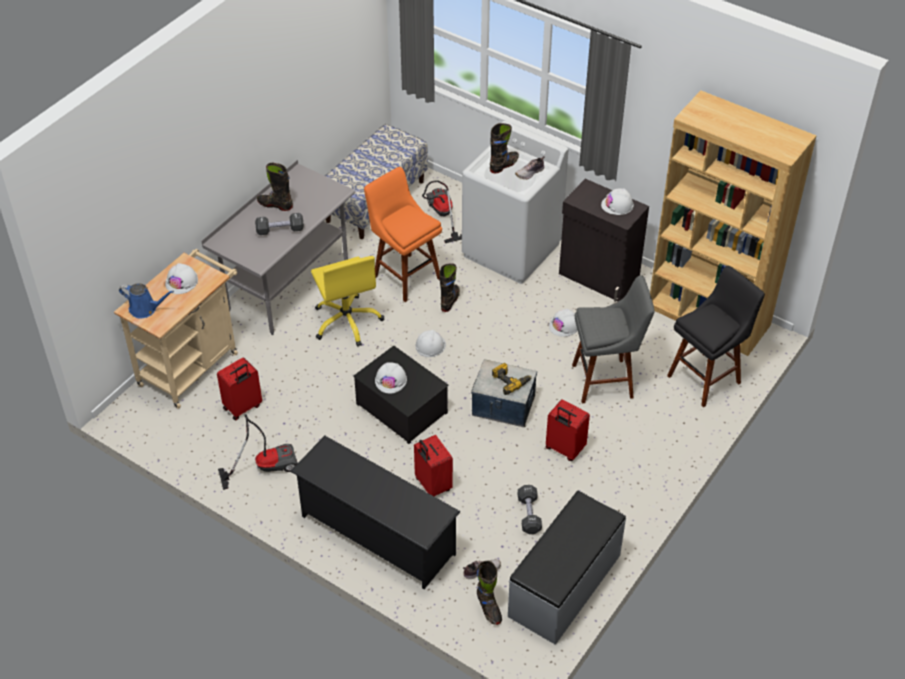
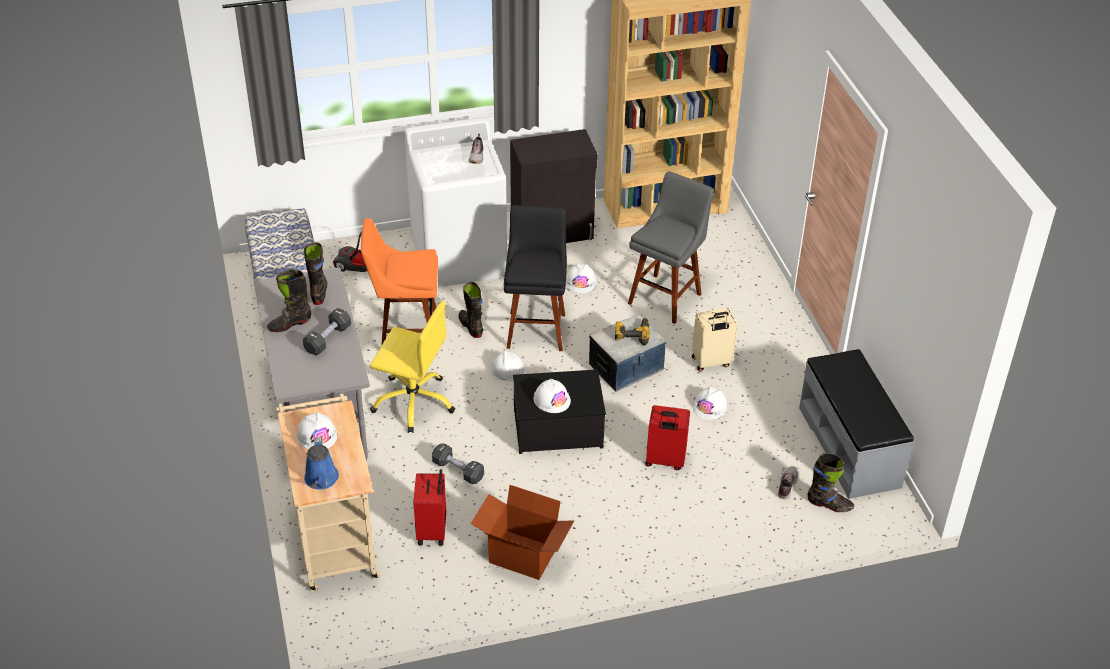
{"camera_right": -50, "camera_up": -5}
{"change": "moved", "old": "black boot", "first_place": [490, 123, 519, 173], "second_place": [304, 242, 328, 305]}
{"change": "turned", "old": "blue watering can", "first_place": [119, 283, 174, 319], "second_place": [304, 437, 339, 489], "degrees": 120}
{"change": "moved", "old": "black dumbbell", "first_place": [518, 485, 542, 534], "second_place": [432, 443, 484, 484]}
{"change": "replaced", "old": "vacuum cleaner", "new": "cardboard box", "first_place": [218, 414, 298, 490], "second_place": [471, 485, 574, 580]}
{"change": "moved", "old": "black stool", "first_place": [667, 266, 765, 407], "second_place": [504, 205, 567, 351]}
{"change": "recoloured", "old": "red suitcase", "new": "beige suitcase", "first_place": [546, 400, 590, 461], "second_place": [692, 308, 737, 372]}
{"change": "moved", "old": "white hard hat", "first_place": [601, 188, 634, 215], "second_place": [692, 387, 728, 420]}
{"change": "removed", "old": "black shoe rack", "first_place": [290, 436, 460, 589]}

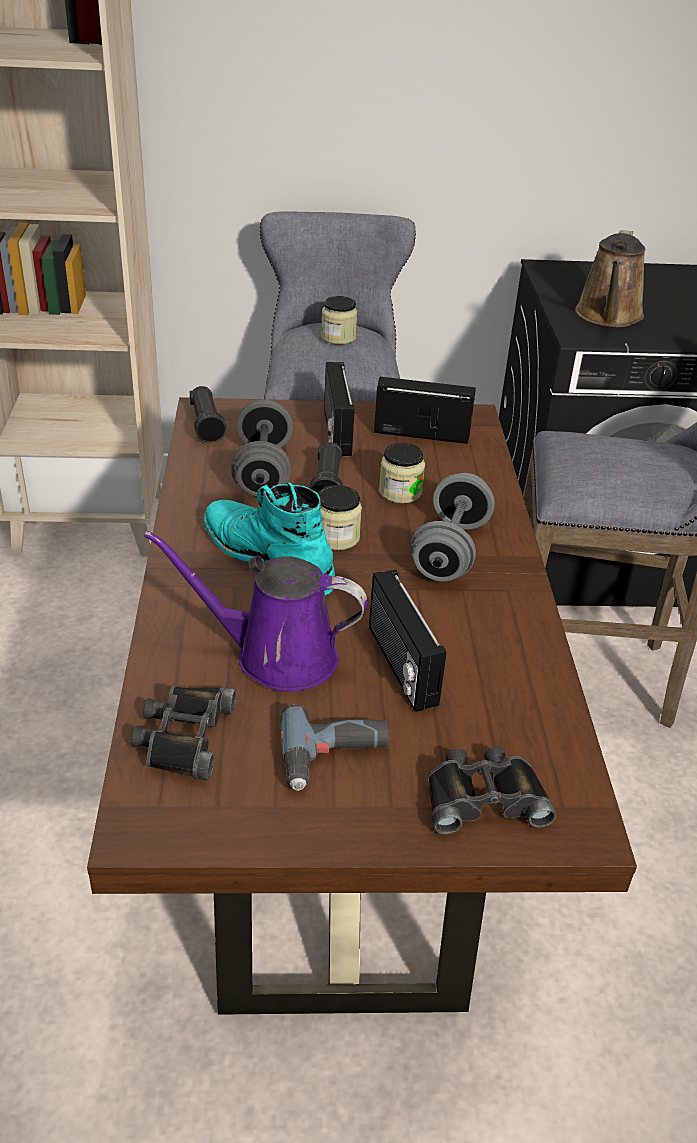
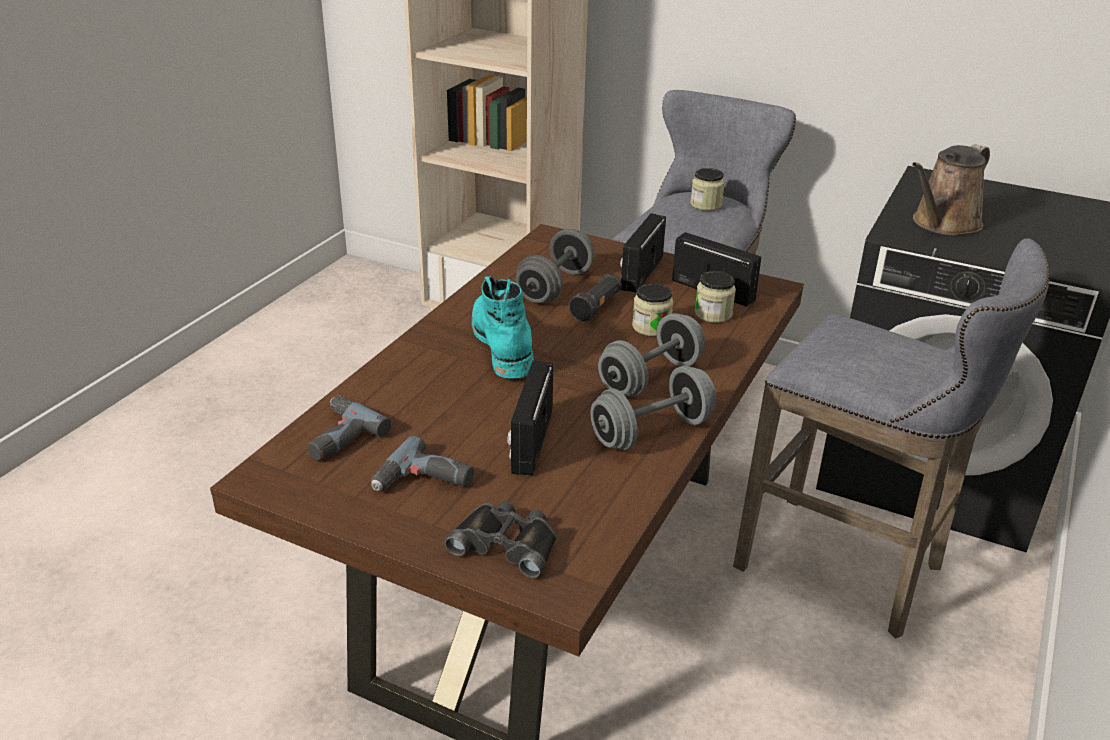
{"camera_right": 30, "camera_up": -5}
{"change": "replaced", "old": "black binoculars", "new": "power drill", "first_place": [131, 686, 237, 781], "second_place": [308, 395, 392, 461]}
{"change": "added", "new": "grey dumbbell", "second_place": [590, 366, 717, 450]}
{"change": "moved", "old": "jar", "first_place": [318, 485, 362, 550], "second_place": [695, 271, 736, 323]}
{"change": "removed", "old": "purple watering can", "first_place": [144, 531, 368, 692]}
{"change": "removed", "old": "black flashlight", "first_place": [189, 386, 226, 443]}

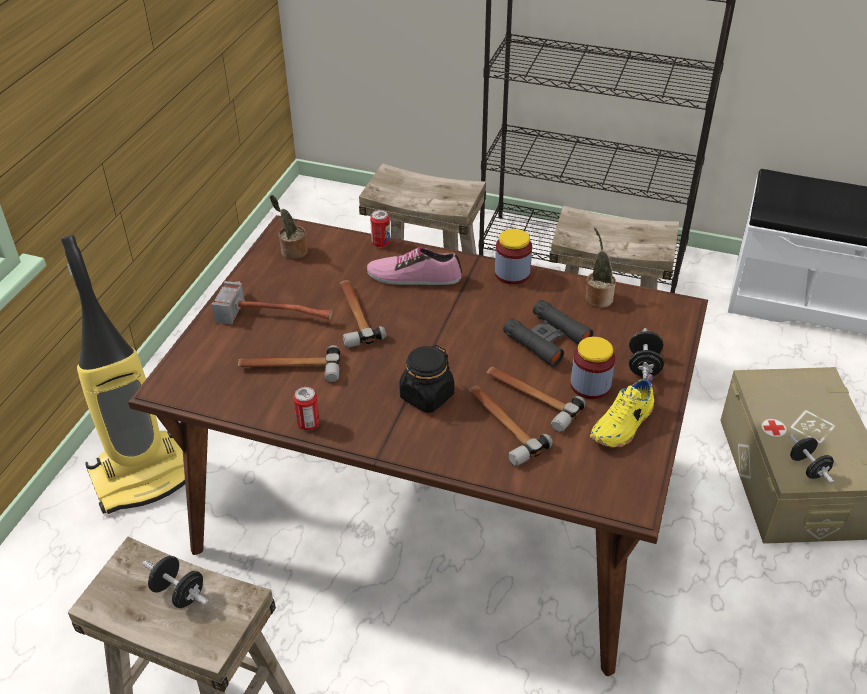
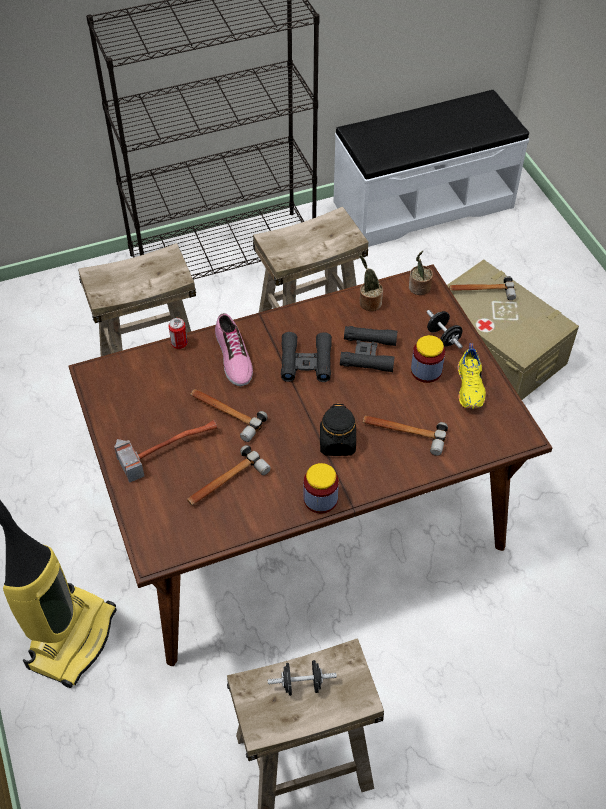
{"camera_right": -40, "camera_up": 10}
{"change": "turned", "old": "shoe", "first_place": [367, 247, 462, 285], "second_place": [215, 313, 253, 386], "degrees": -75}
{"change": "added", "new": "black binoculars", "second_place": [281, 332, 332, 382]}
{"change": "moved", "old": "jar", "first_place": [495, 229, 532, 285], "second_place": [304, 463, 339, 514]}
{"change": "moved", "old": "potted plant", "first_place": [270, 195, 308, 260], "second_place": [409, 250, 433, 295]}
{"change": "moved", "old": "hammer", "first_place": [487, 367, 586, 432], "second_place": [449, 276, 516, 300]}
{"change": "removed", "old": "can", "first_place": [294, 387, 320, 430]}
{"change": "removed", "old": "black dumbbell", "first_place": [789, 434, 834, 483]}

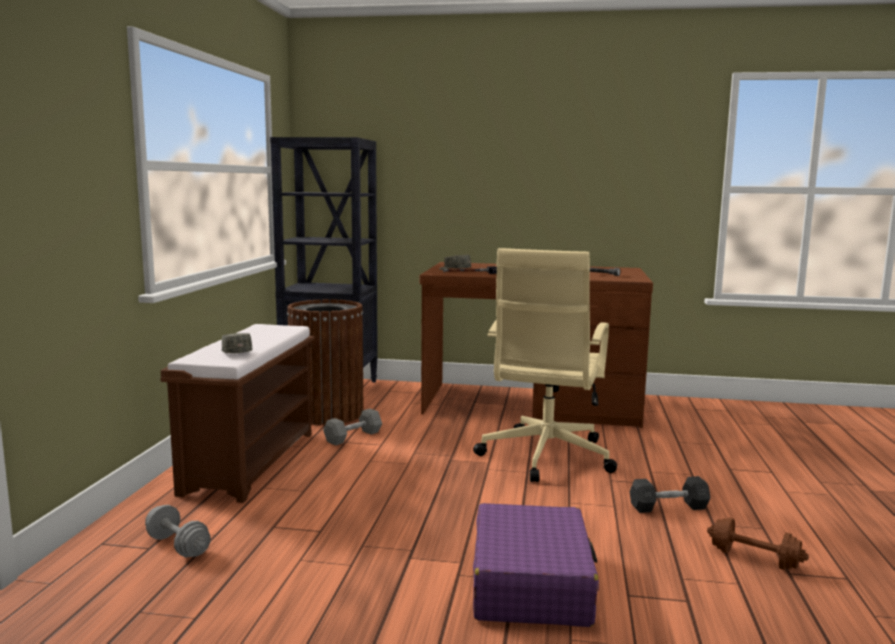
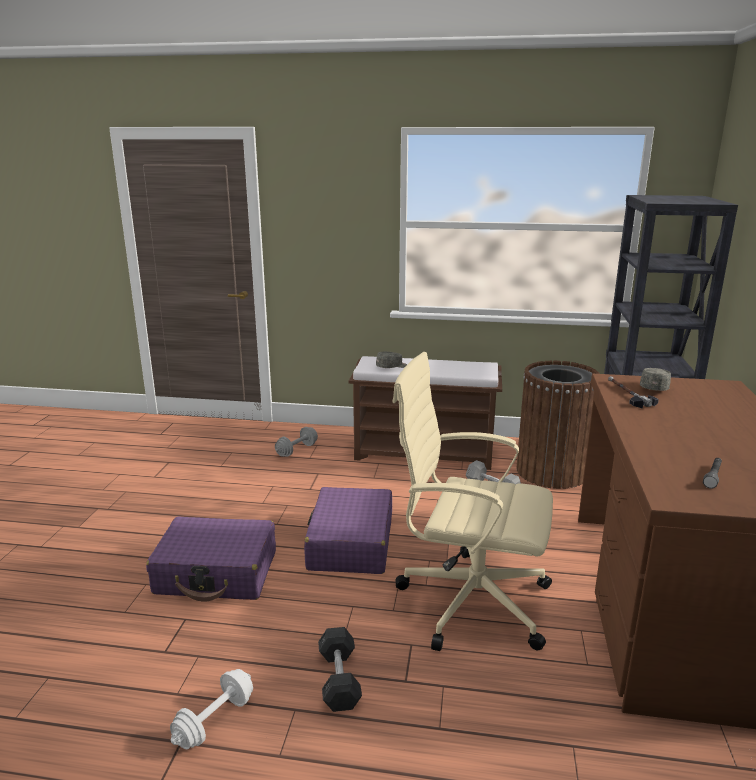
{"camera_right": 90, "camera_up": 10}
{"change": "recoloured", "old": "brown dumbbell", "new": "white dumbbell", "first_place": [707, 518, 809, 570], "second_place": [170, 669, 253, 749]}
{"change": "added", "new": "purple suitcase", "second_place": [304, 487, 392, 574]}

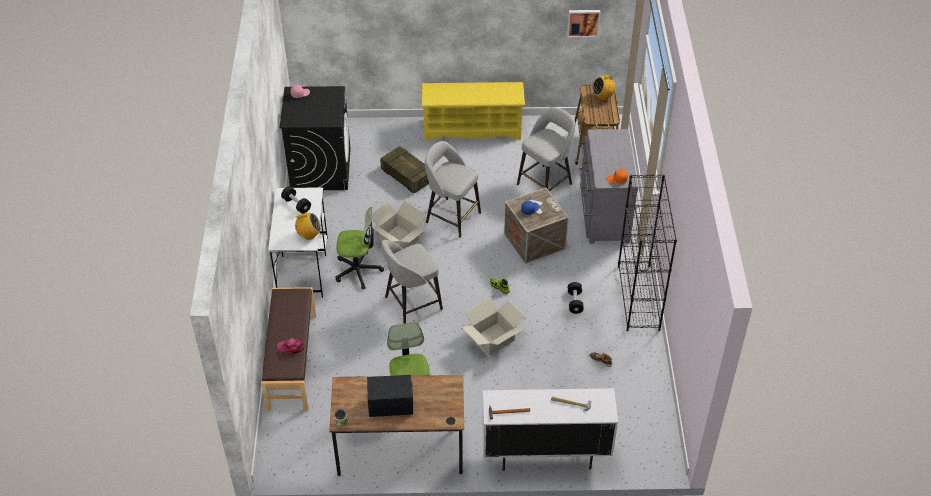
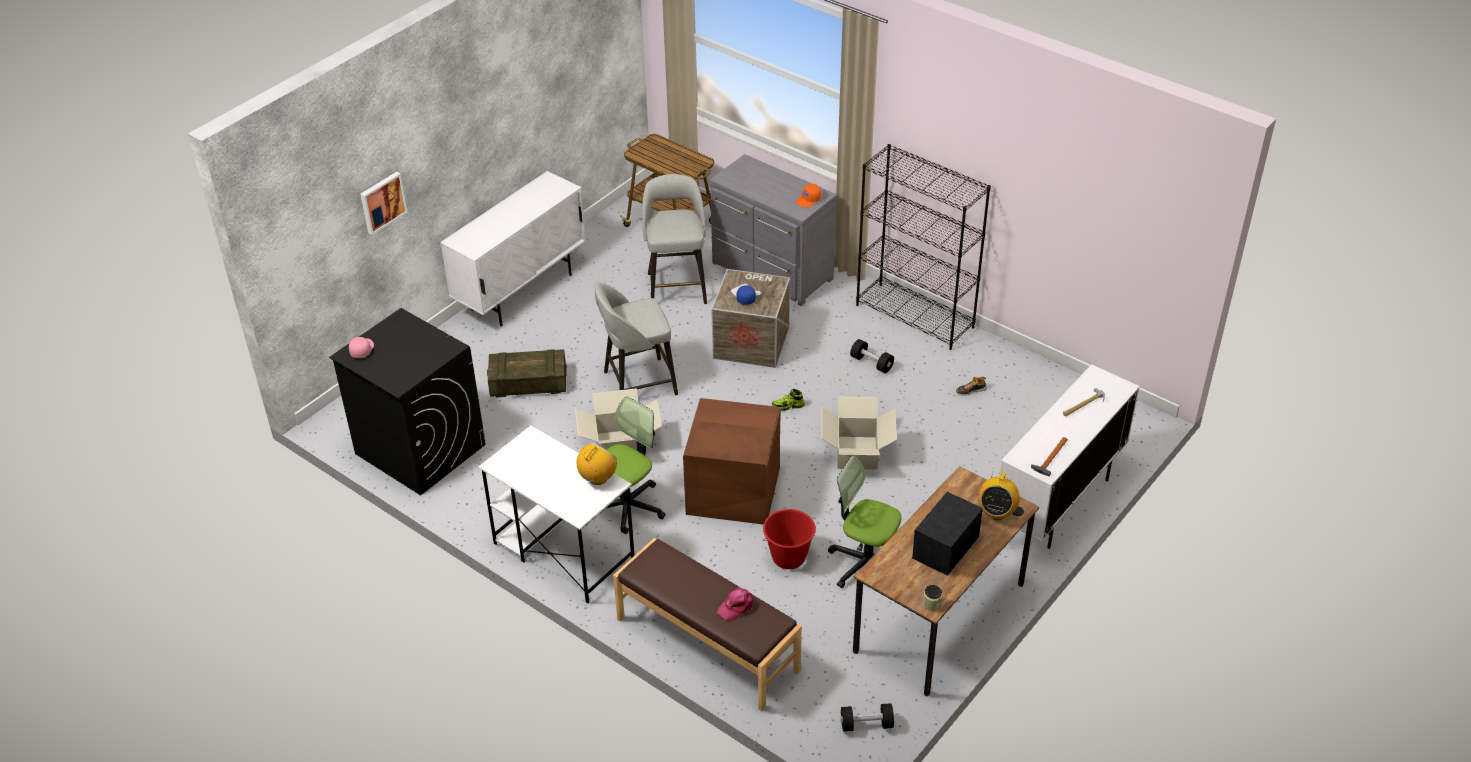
{"camera_right": -50, "camera_up": -5}
{"change": "moved", "old": "picture", "first_place": [567, 10, 601, 37], "second_place": [360, 172, 408, 235]}
{"change": "replaced", "old": "yellow shoe rack", "new": "white cabinet", "first_place": [421, 82, 525, 141], "second_place": [440, 171, 586, 327]}
{"change": "replaced", "old": "grey stool", "new": "brown storage box", "first_place": [381, 240, 443, 324], "second_place": [683, 398, 781, 525]}
{"change": "added", "new": "red bucket", "second_place": [763, 509, 816, 569]}
{"change": "moved", "old": "black dumbbell", "first_place": [281, 186, 311, 214], "second_place": [841, 703, 894, 732]}
{"change": "moved", "old": "radio", "first_place": [592, 75, 616, 101], "second_place": [978, 472, 1020, 520]}

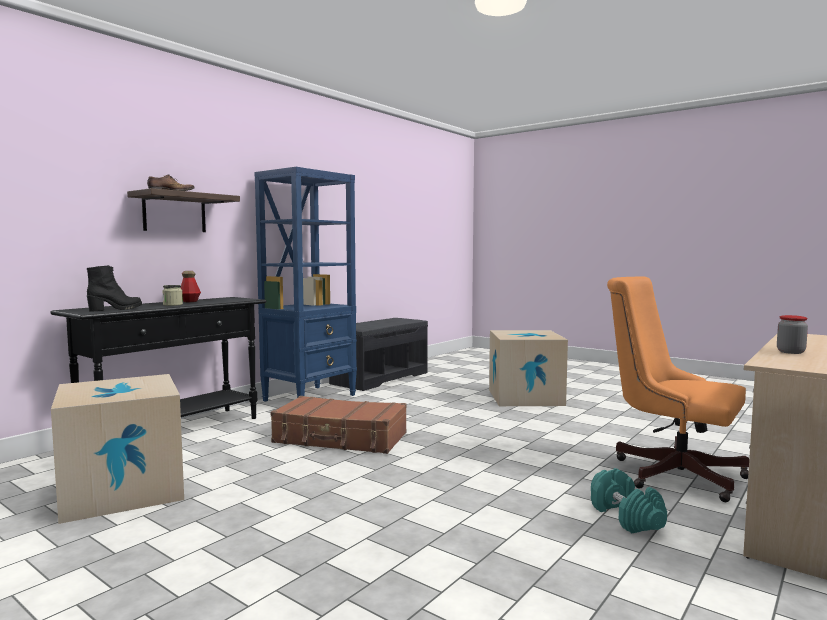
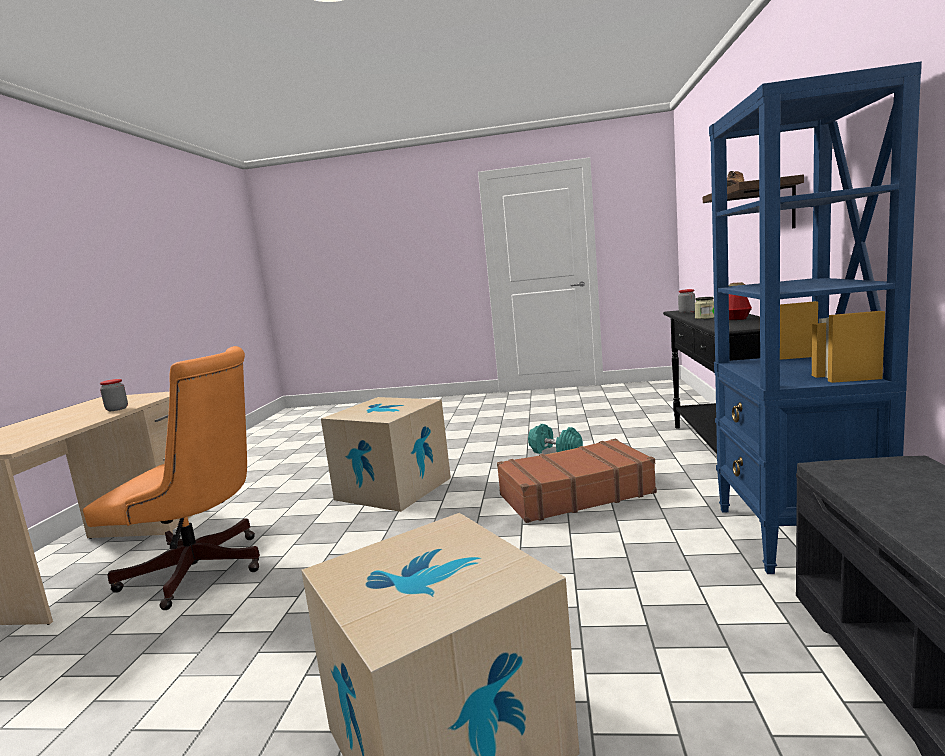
{"camera_right": 150, "camera_up": 5}
{"change": "moved", "old": "cardboard box", "first_place": [51, 374, 184, 524], "second_place": [321, 397, 451, 512]}
{"change": "moved", "old": "turquoise dumbbell", "first_place": [591, 468, 667, 533], "second_place": [528, 424, 583, 454]}
{"change": "replaced", "old": "black boot", "new": "jar", "first_place": [87, 265, 142, 311], "second_place": [678, 289, 695, 314]}

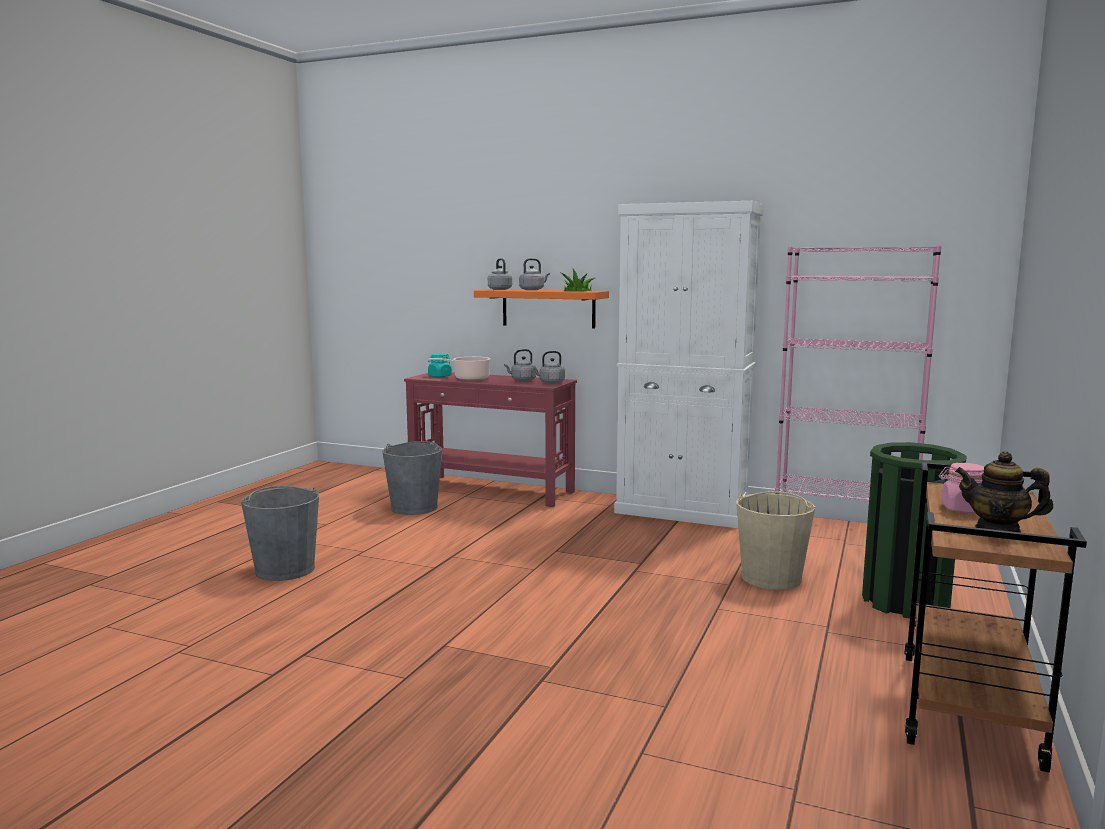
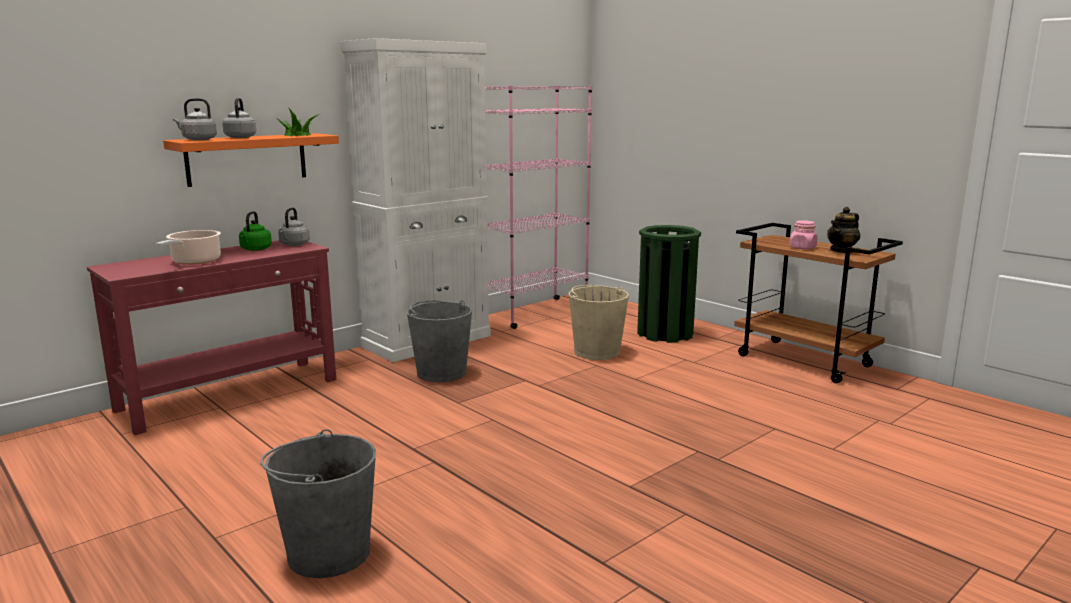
{"camera_right": -65, "camera_up": 5}
{"change": "recoloured", "old": "grey kettle", "new": "green kettle", "first_place": [504, 349, 536, 381], "second_place": [239, 211, 272, 251]}
{"change": "moved", "old": "grey bucket", "first_place": [382, 441, 442, 515], "second_place": [407, 300, 472, 382]}
{"change": "removed", "old": "turquoise jar", "first_place": [428, 353, 452, 377]}

